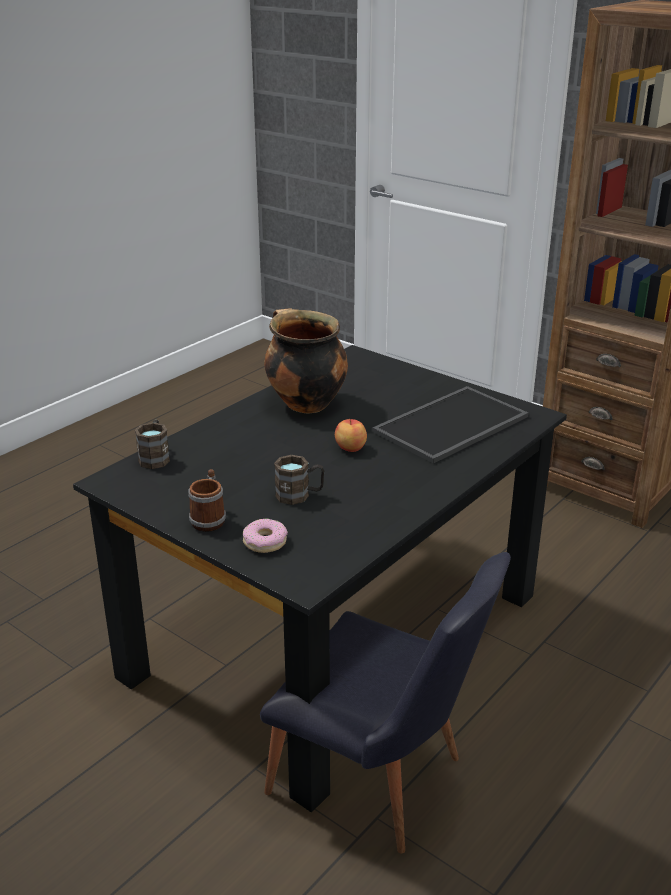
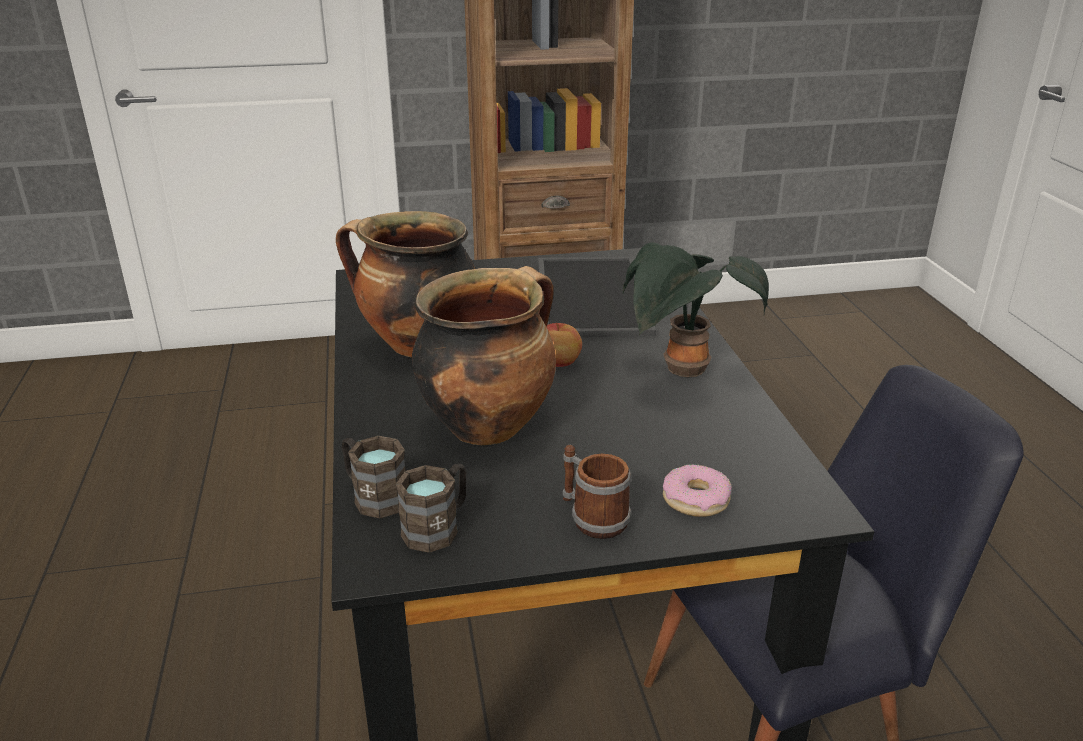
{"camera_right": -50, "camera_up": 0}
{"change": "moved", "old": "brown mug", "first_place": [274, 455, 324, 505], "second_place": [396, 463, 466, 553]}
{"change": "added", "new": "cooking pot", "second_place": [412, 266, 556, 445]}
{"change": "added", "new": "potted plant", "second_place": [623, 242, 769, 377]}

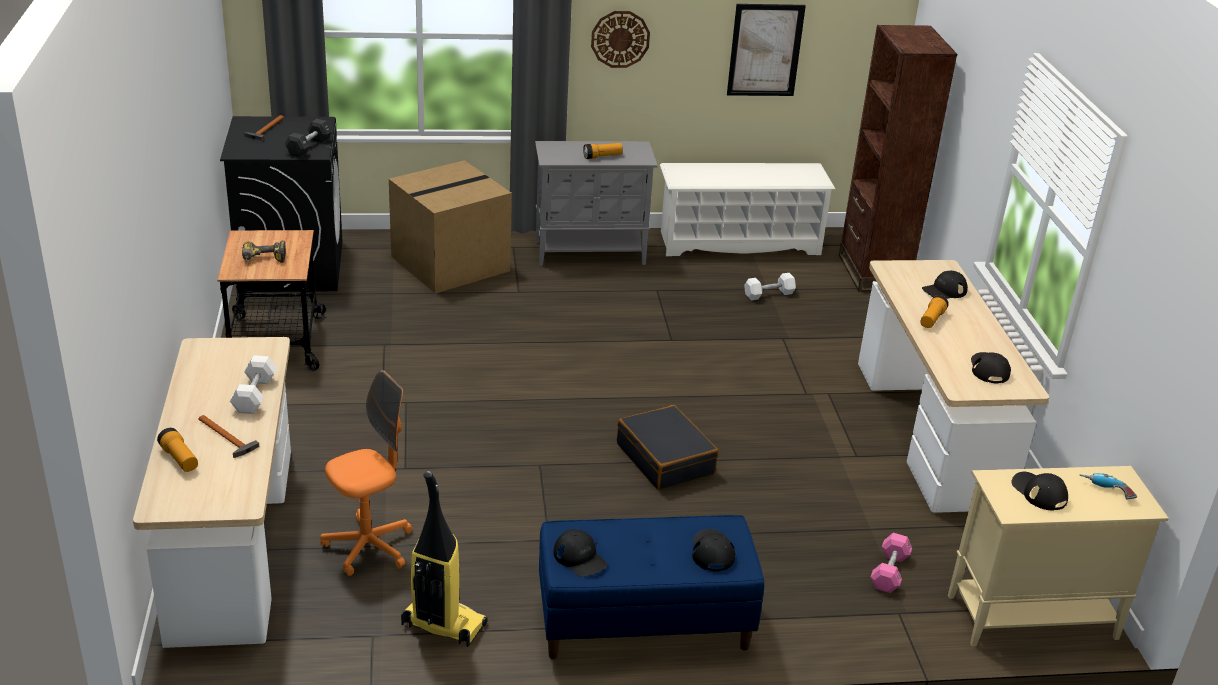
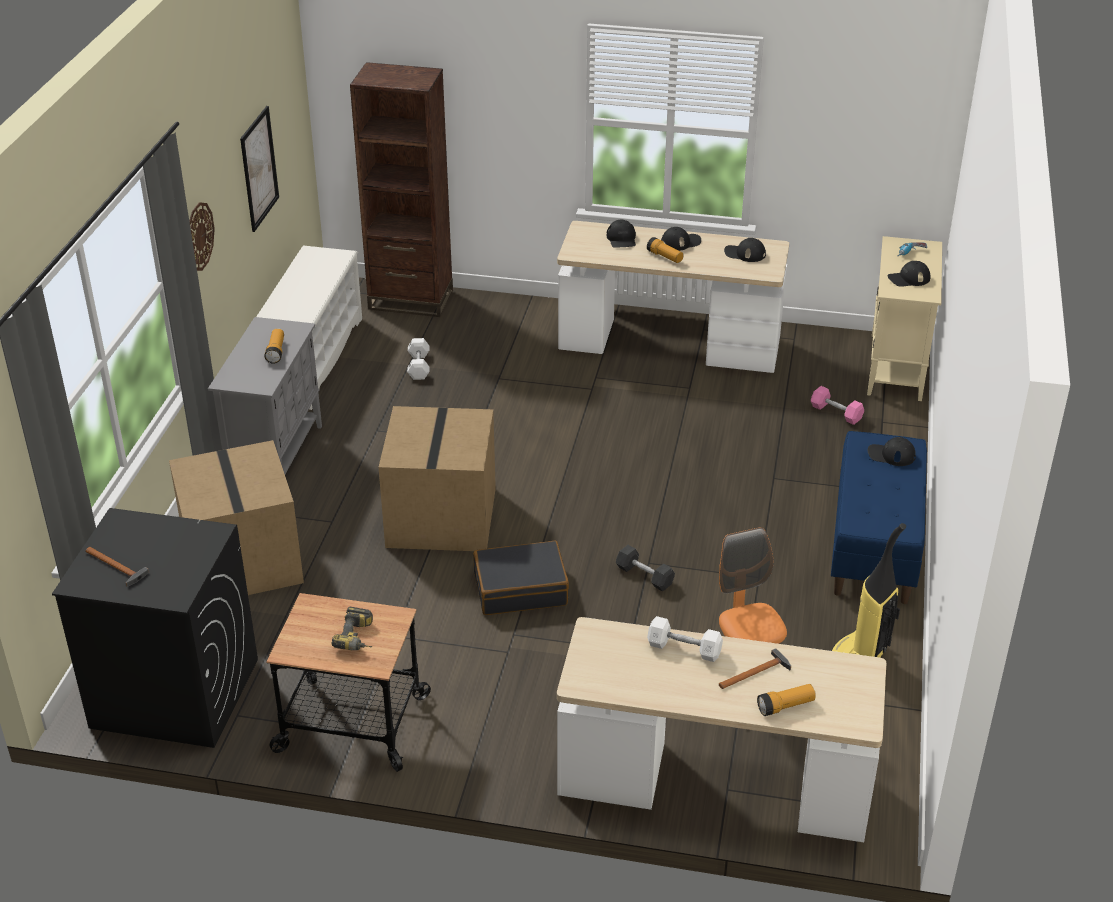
{"camera_right": -70, "camera_up": 5}
{"change": "added", "new": "cardboard box", "second_place": [378, 406, 496, 551]}
{"change": "moved", "old": "black suitcase", "first_place": [617, 405, 719, 490], "second_place": [473, 541, 569, 615]}
{"change": "moved", "old": "black dumbbell", "first_place": [285, 119, 332, 157], "second_place": [616, 545, 675, 591]}
{"change": "moved", "old": "black cap", "first_place": [554, 529, 608, 577], "second_place": [661, 227, 701, 251]}

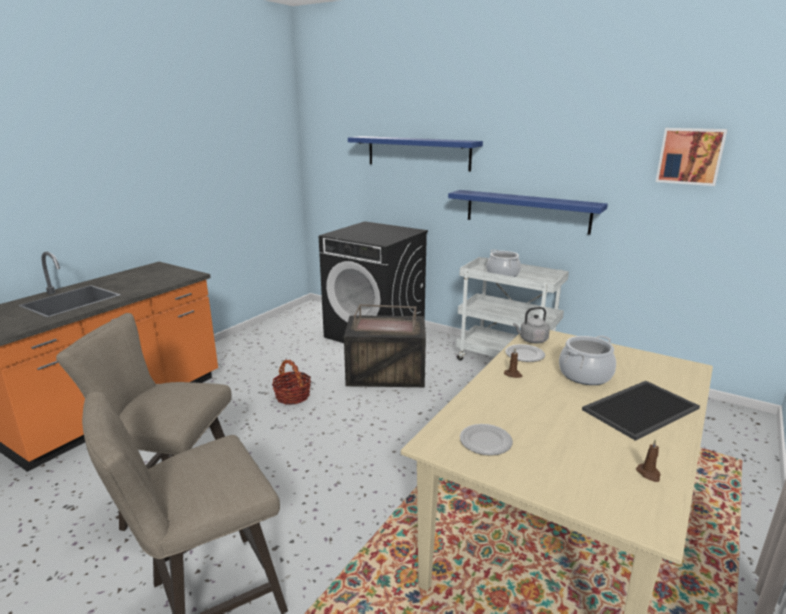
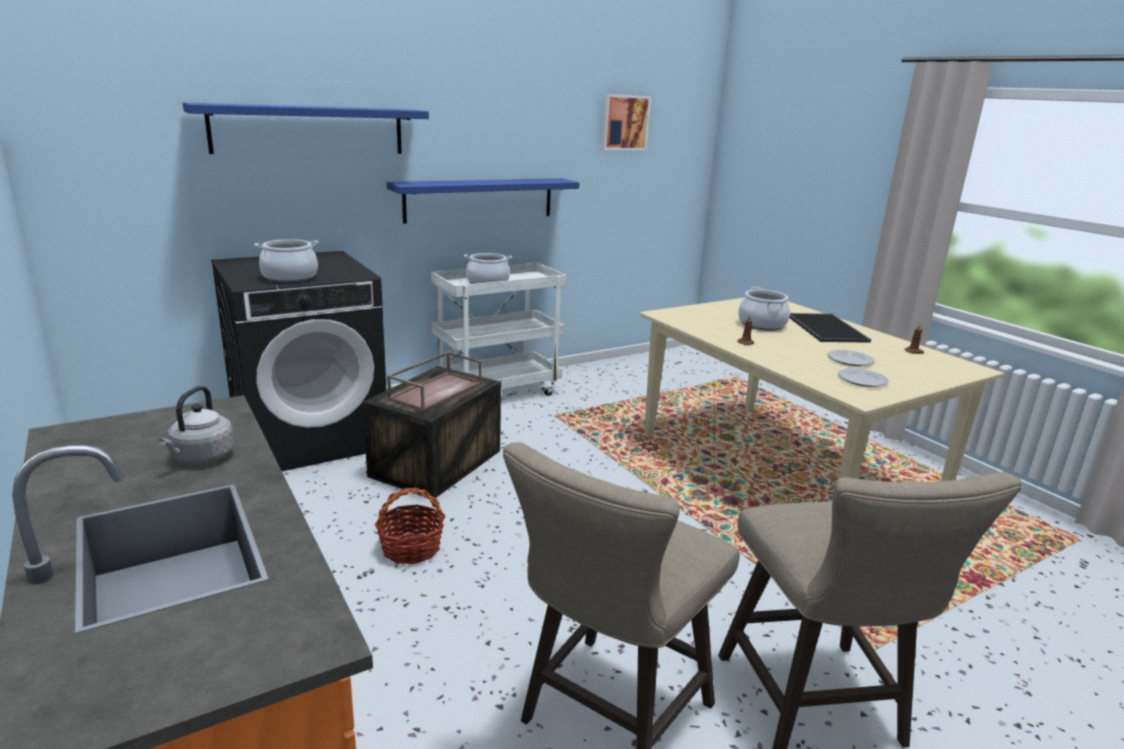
{"camera_right": -65, "camera_up": 0}
{"change": "moved", "old": "grey kettle", "first_place": [513, 307, 550, 343], "second_place": [158, 386, 235, 464]}
{"change": "added", "new": "cooking pot", "second_place": [254, 239, 319, 283]}
{"change": "moved", "old": "plate", "first_place": [505, 344, 545, 362], "second_place": [828, 350, 875, 366]}

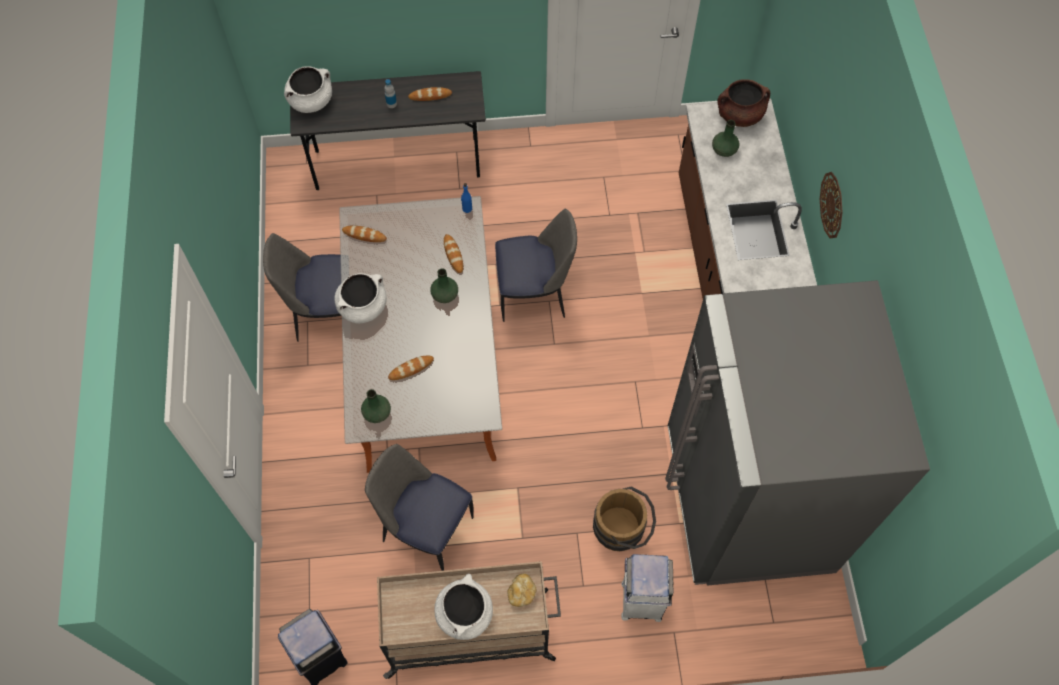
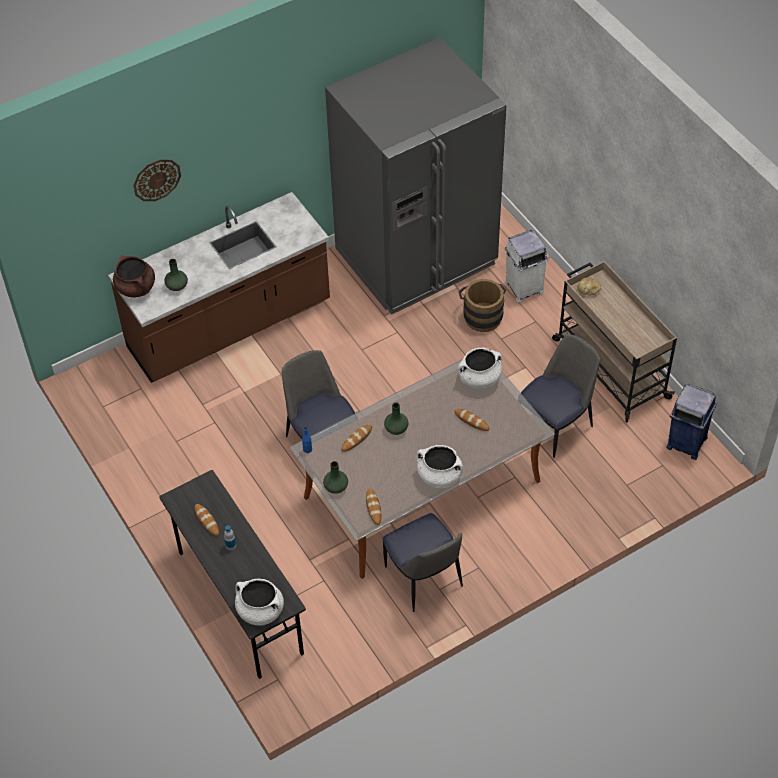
{"camera_right": -115, "camera_up": -10}
{"change": "moved", "old": "wall clock", "first_place": [820, 172, 843, 238], "second_place": [133, 159, 181, 201]}
{"change": "moved", "old": "green vase", "first_place": [361, 389, 391, 423], "second_place": [323, 461, 348, 494]}
{"change": "moved", "old": "white cooking pot", "first_place": [434, 574, 493, 640], "second_place": [457, 348, 502, 389]}
{"change": "turned", "old": "chair", "first_place": [365, 444, 474, 571], "second_place": [521, 334, 600, 458], "degrees": -135}

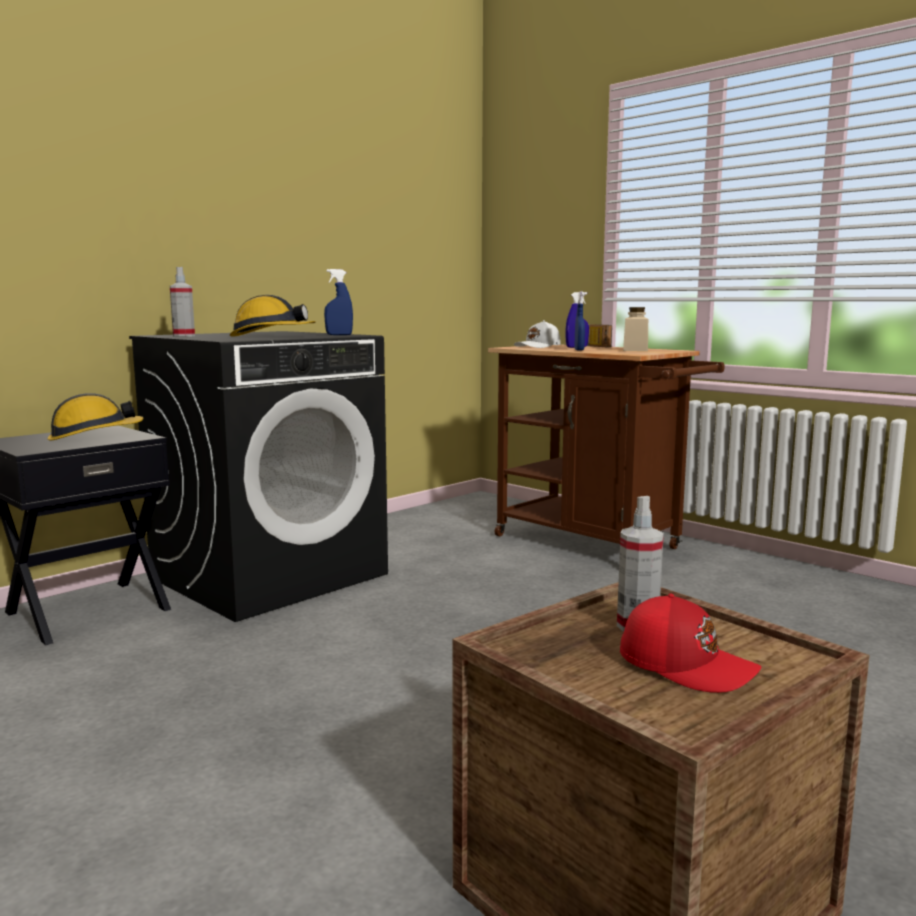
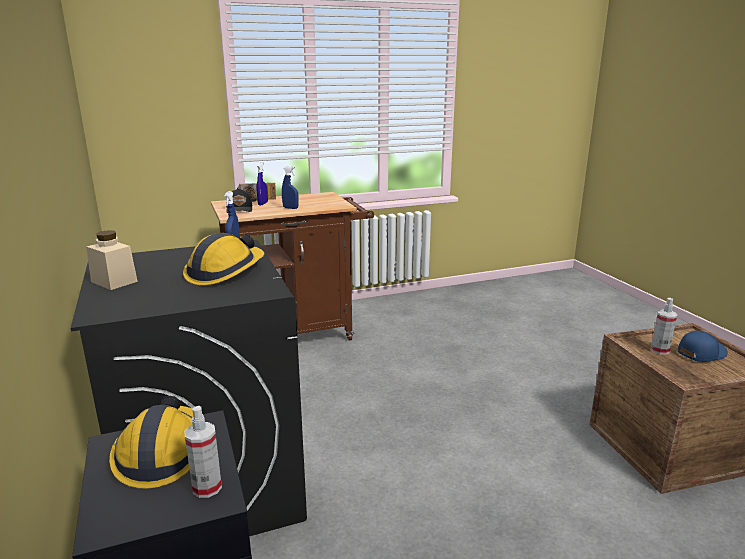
{"camera_right": -65, "camera_up": 10}
{"change": "moved", "old": "beige jar", "first_place": [623, 307, 648, 351], "second_place": [86, 230, 138, 290]}
{"change": "moved", "old": "spray bottle", "first_place": [170, 267, 195, 337], "second_place": [184, 406, 222, 498]}
{"change": "recoloured", "old": "white cap", "new": "black cap", "first_place": [514, 320, 561, 348], "second_place": [226, 188, 252, 213]}
{"change": "recoloured", "old": "red cap", "new": "blue cap", "first_place": [620, 594, 762, 693], "second_place": [678, 331, 728, 362]}

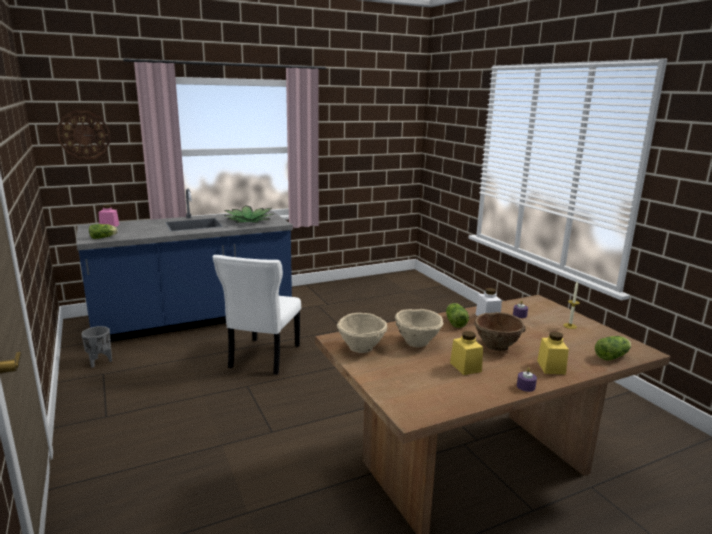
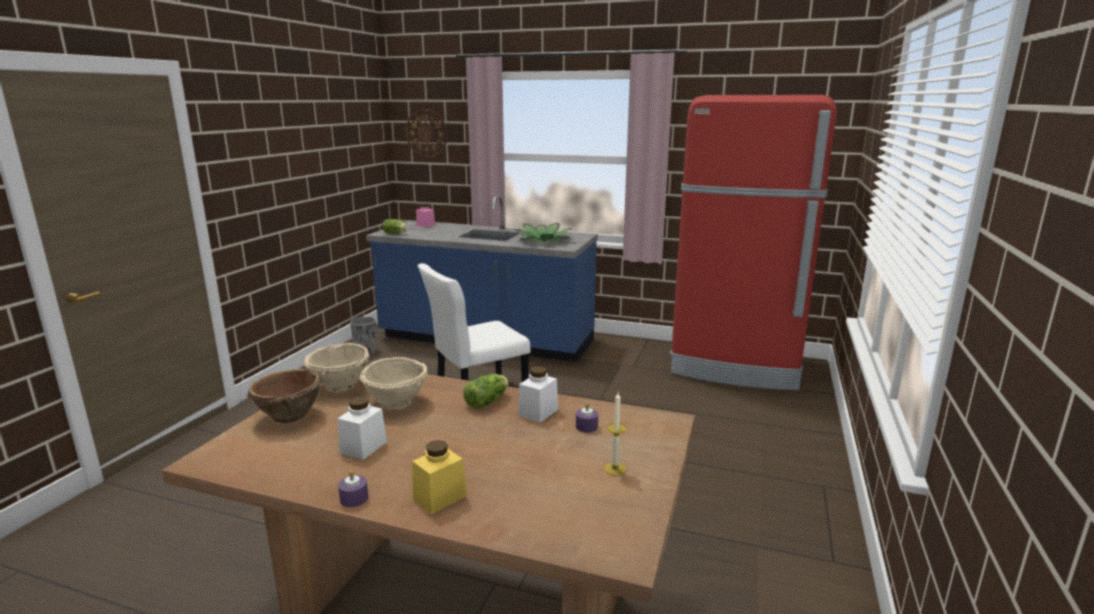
{"camera_right": 45, "camera_up": 0}
{"change": "moved", "old": "brown bowl", "first_place": [474, 312, 525, 351], "second_place": [247, 369, 322, 423]}
{"change": "recoloured", "old": "yellow jar", "new": "white jar", "first_place": [450, 331, 483, 375], "second_place": [337, 397, 387, 460]}
{"change": "added", "new": "red fridge", "second_place": [670, 95, 837, 390]}
{"change": "removed", "old": "lettuce", "first_place": [595, 336, 631, 360]}

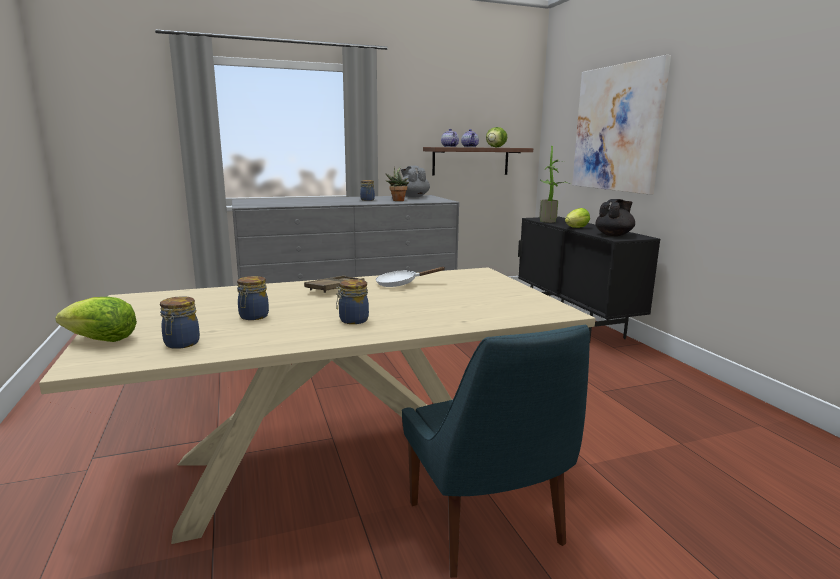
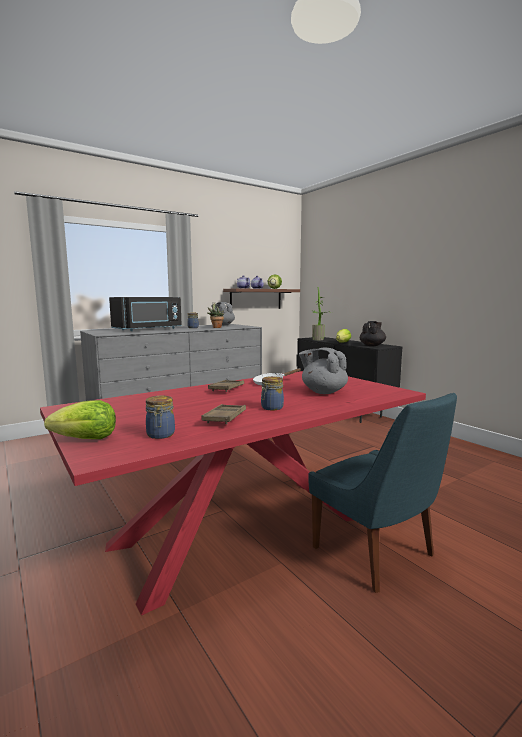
{"camera_right": -15, "camera_up": -5}
{"change": "recoloured", "old": "beige dining table", "new": "red dining table", "first_place": [39, 267, 595, 544], "second_place": [40, 371, 426, 615]}
{"change": "added", "new": "black microwave", "second_place": [109, 297, 182, 331]}
{"change": "added", "new": "brown tray", "second_place": [202, 404, 246, 424]}
{"change": "added", "new": "grey teapot", "second_place": [299, 348, 348, 394]}
{"change": "removed", "old": "jar", "first_place": [237, 276, 269, 320]}
{"change": "removed", "old": "picture", "first_place": [572, 55, 671, 195]}

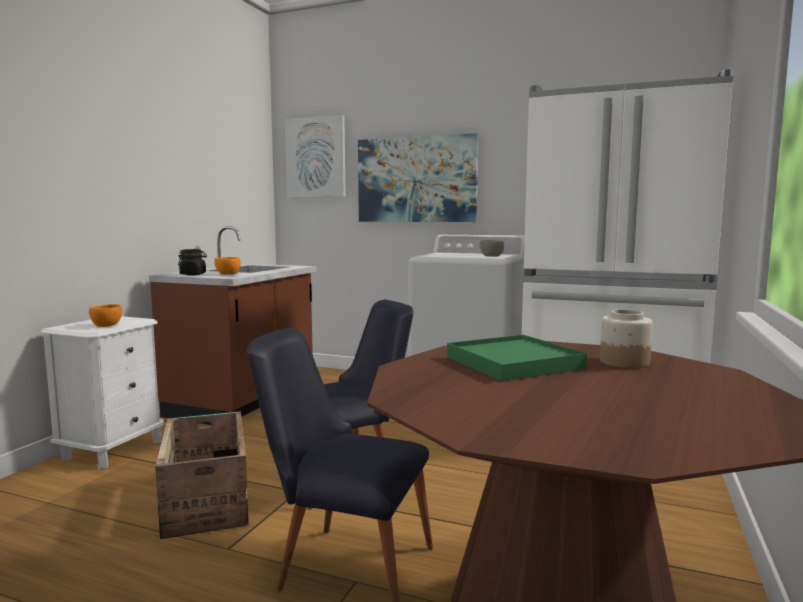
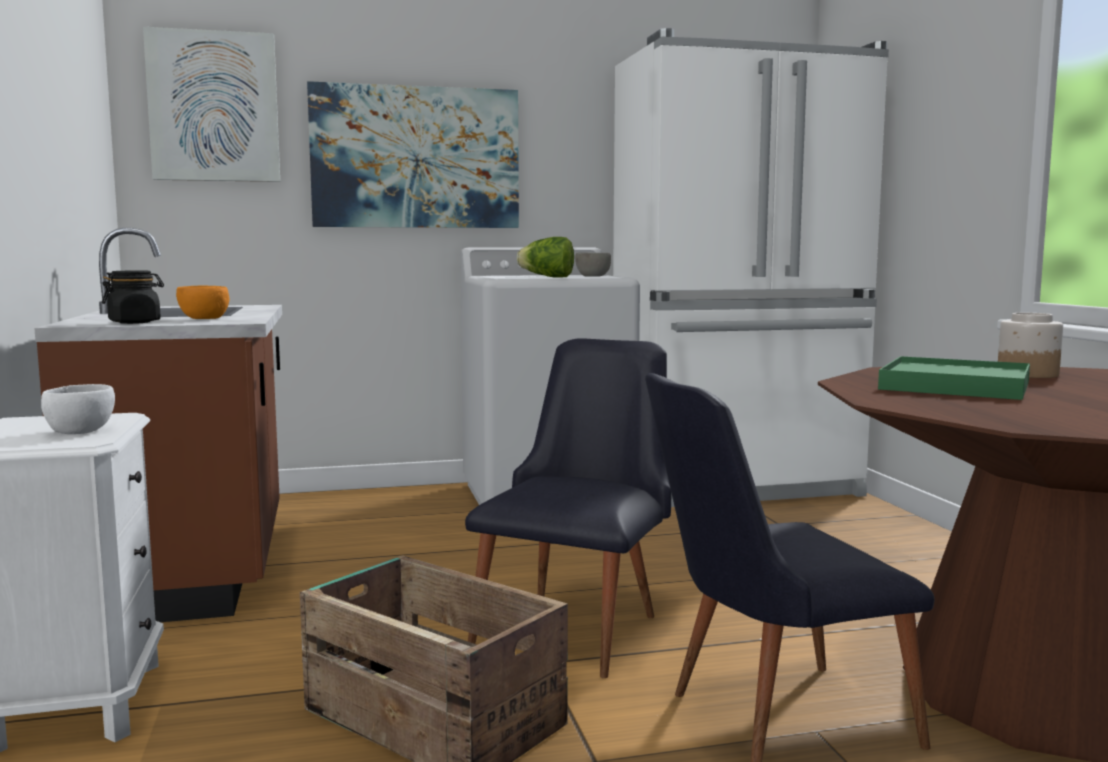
{"camera_right": -35, "camera_up": 0}
{"change": "recoloured", "old": "orange bowl", "new": "white bowl", "first_place": [89, 304, 122, 327], "second_place": [41, 384, 115, 434]}
{"change": "added", "new": "lettuce", "second_place": [517, 237, 574, 278]}

